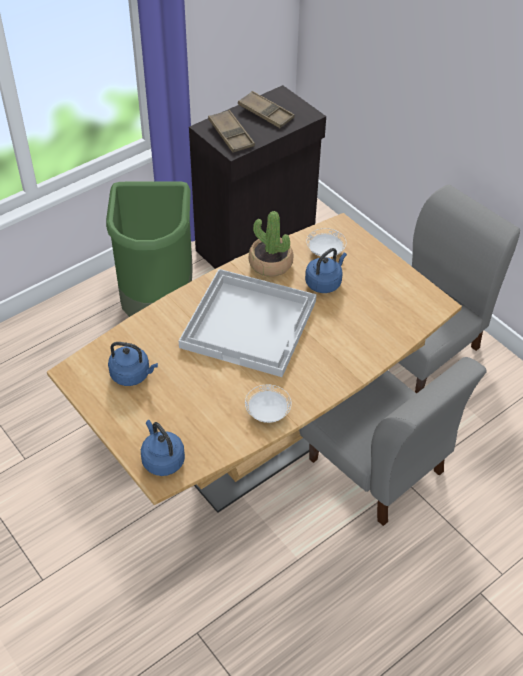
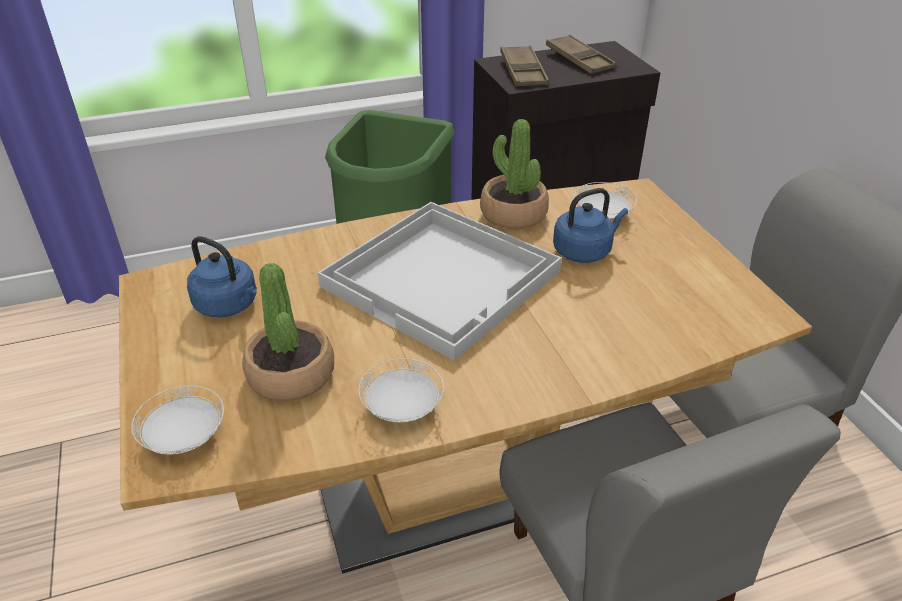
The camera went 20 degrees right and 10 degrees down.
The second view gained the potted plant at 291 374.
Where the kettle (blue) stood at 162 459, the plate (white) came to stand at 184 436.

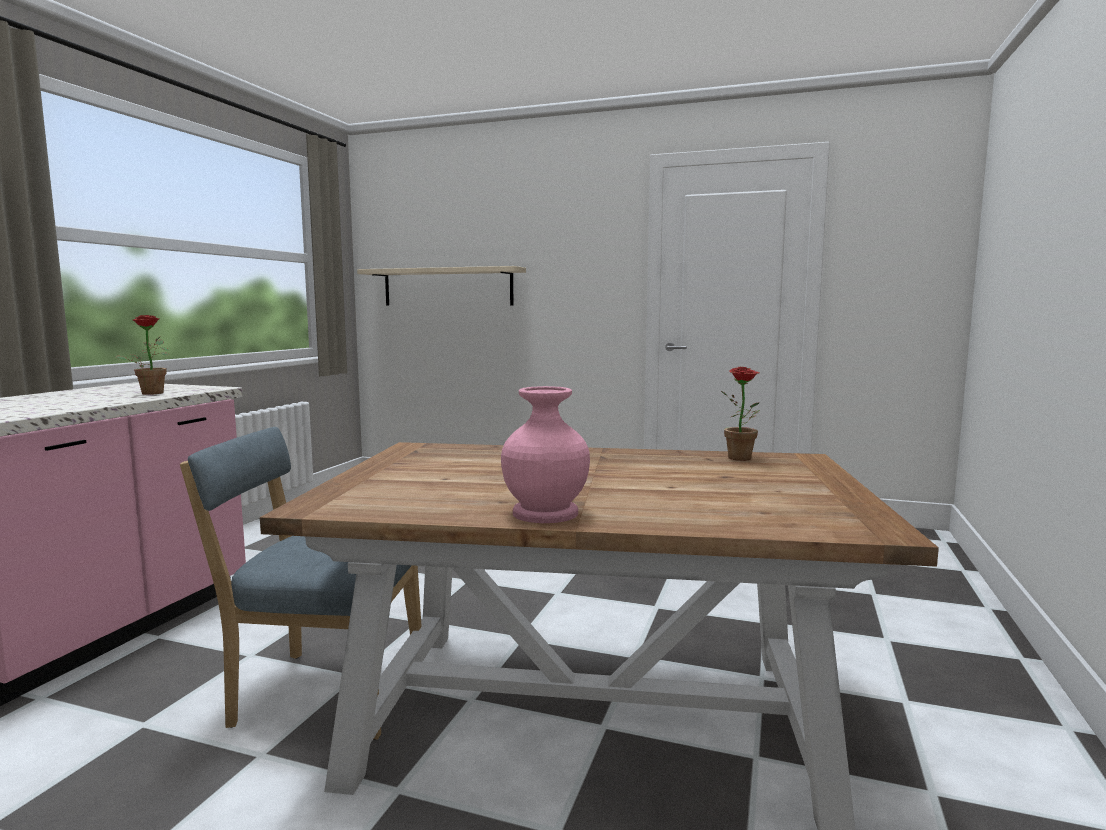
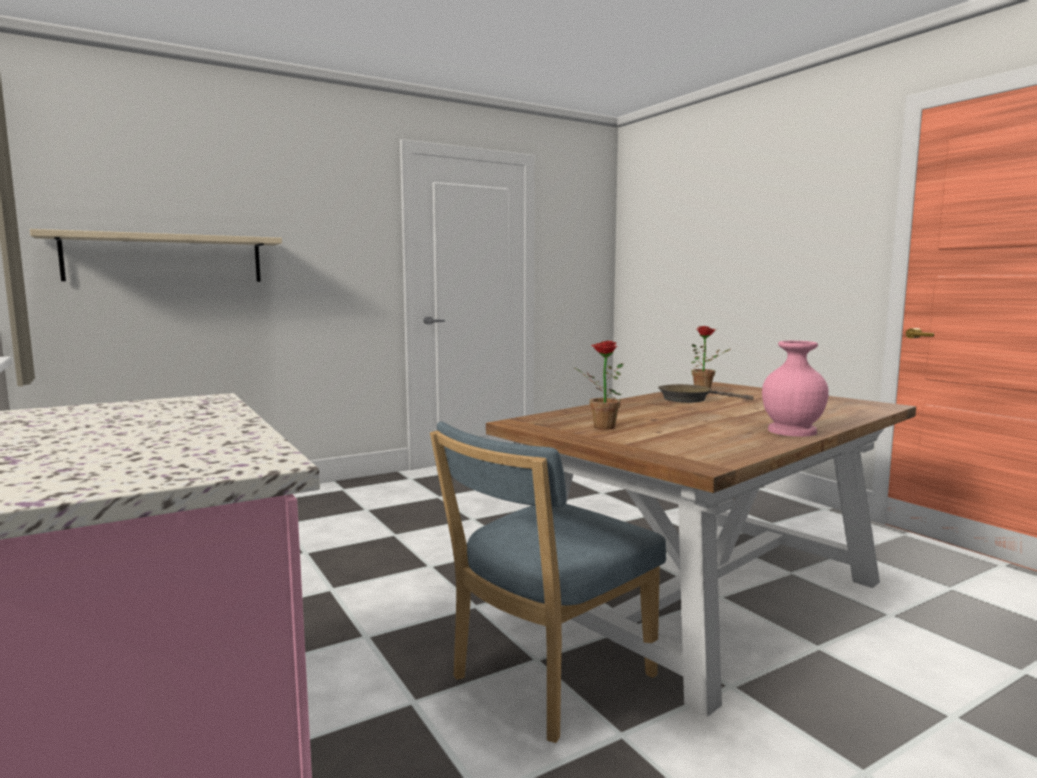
The camera went 50 degrees left and 0 degrees up.
The second view gained the frying pan (brown) at 689 399.
The potted plant ended up elsewhere, having gone from 152 392 to 599 427.

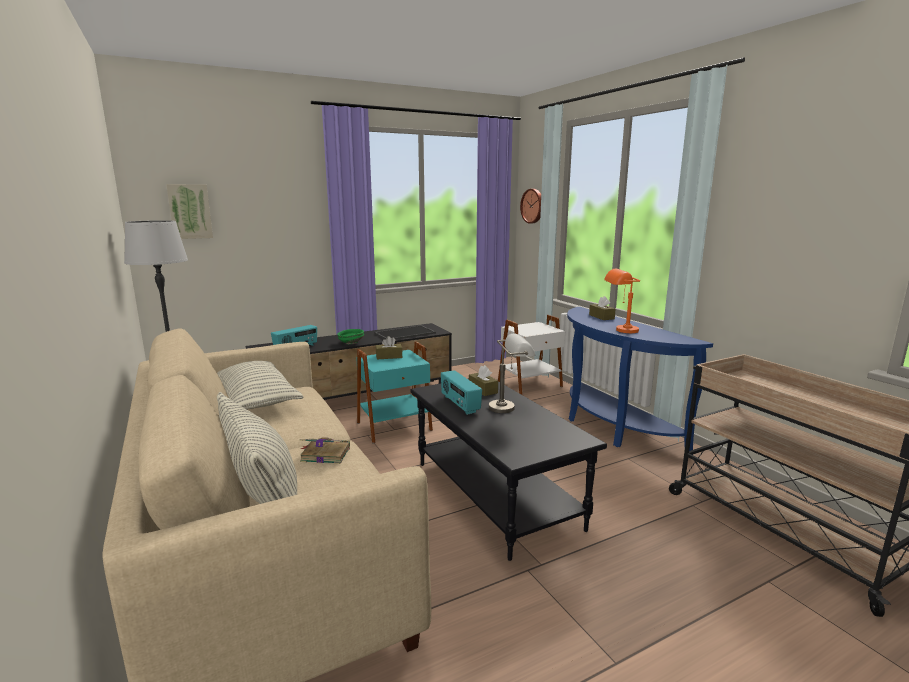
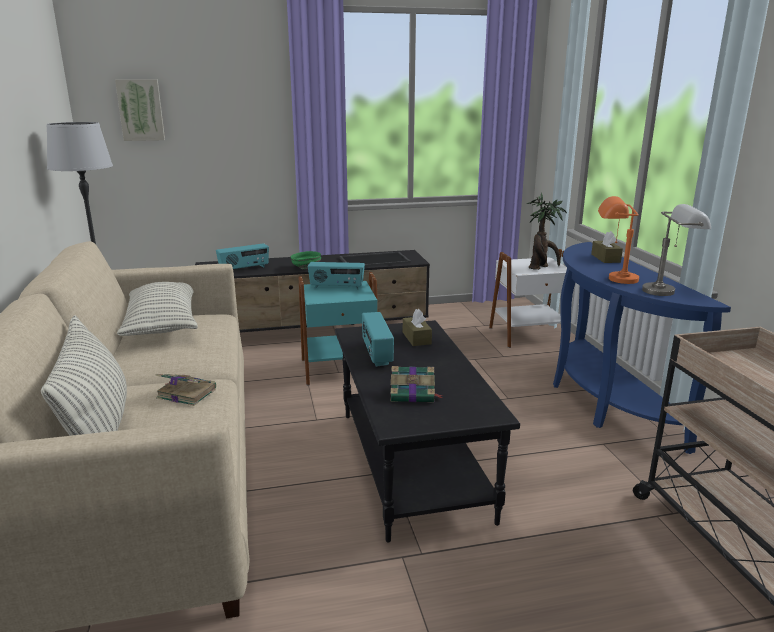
The camera went 15 degrees right and 5 degrees up.
The second view lost the wall clock at 533 206.
The second view gained the book at 413 394.
The second view gained the potted plant at 541 267.
The table lamp (grey) ended up elsewhere, having gone from 510 407 to 668 291.
Where the tissue box (brown) stood at 389 356, the radio came to stand at 336 287.

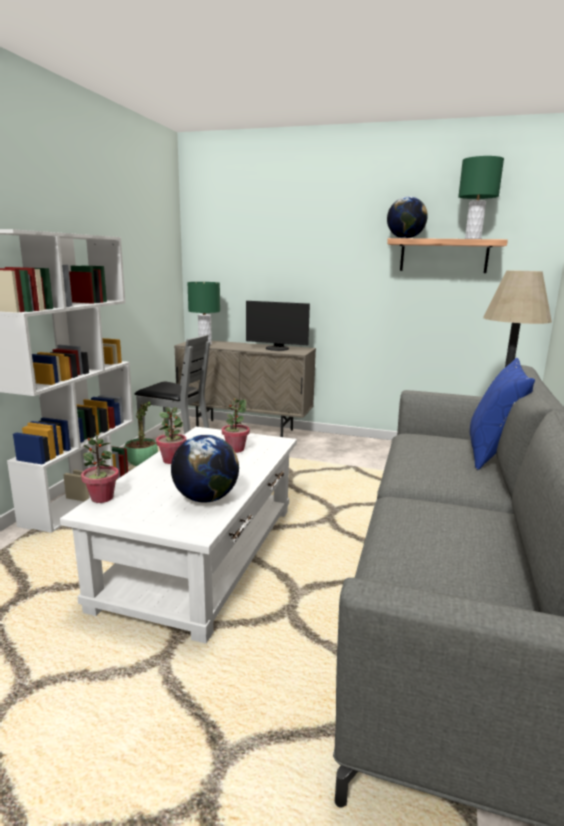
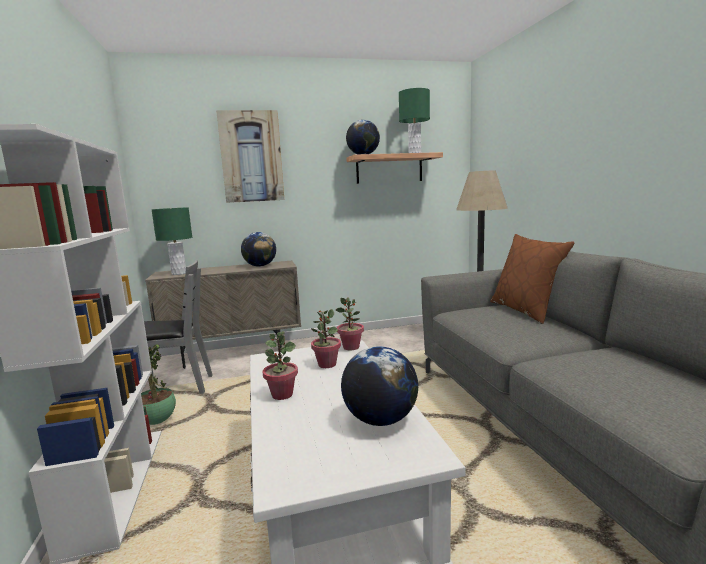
The camera went 30 degrees left and 5 degrees down.
The second view gained the picture at 251 157.
The potted plant ended up elsewhere, having gone from 102 498 to 351 347.
Where the monitor stood at 277 349, the globe came to stand at 260 266.
What was the pillow (blue) at 491 453 turned into the pillow (brown) at 526 310.

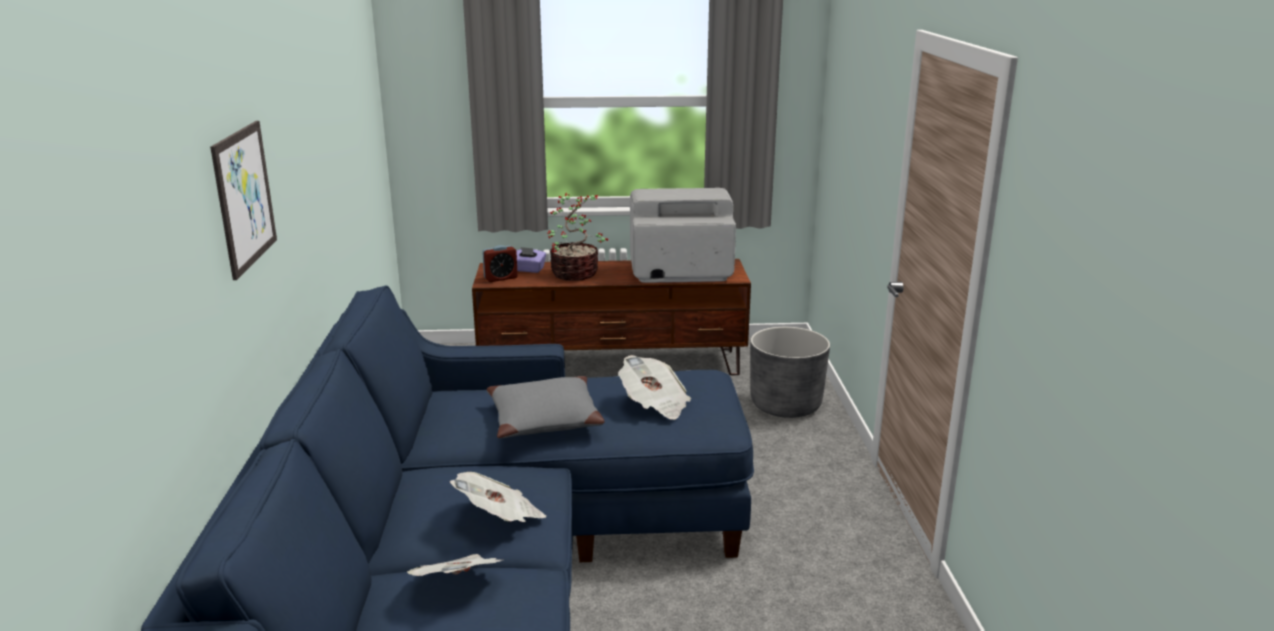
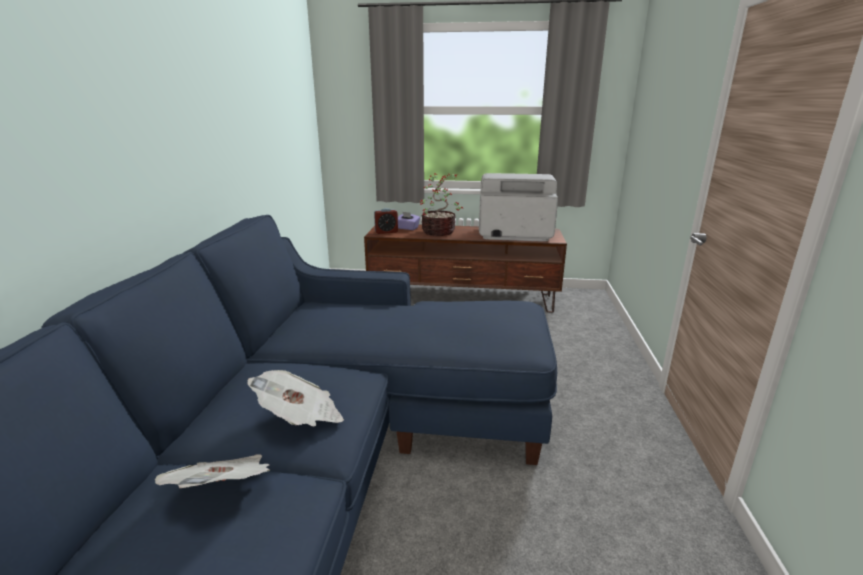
The camera went 10 degrees right and 0 degrees up.
The second view lost the picture at 244 197.
The second view lost the pillow (grey) at 545 420.
The second view lost the newspaper at 655 404.
The second view lost the planter (grey) at 786 405.

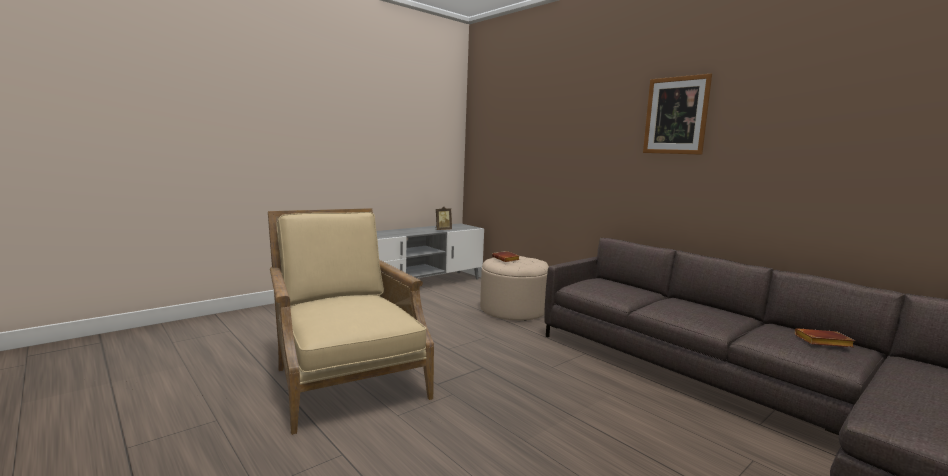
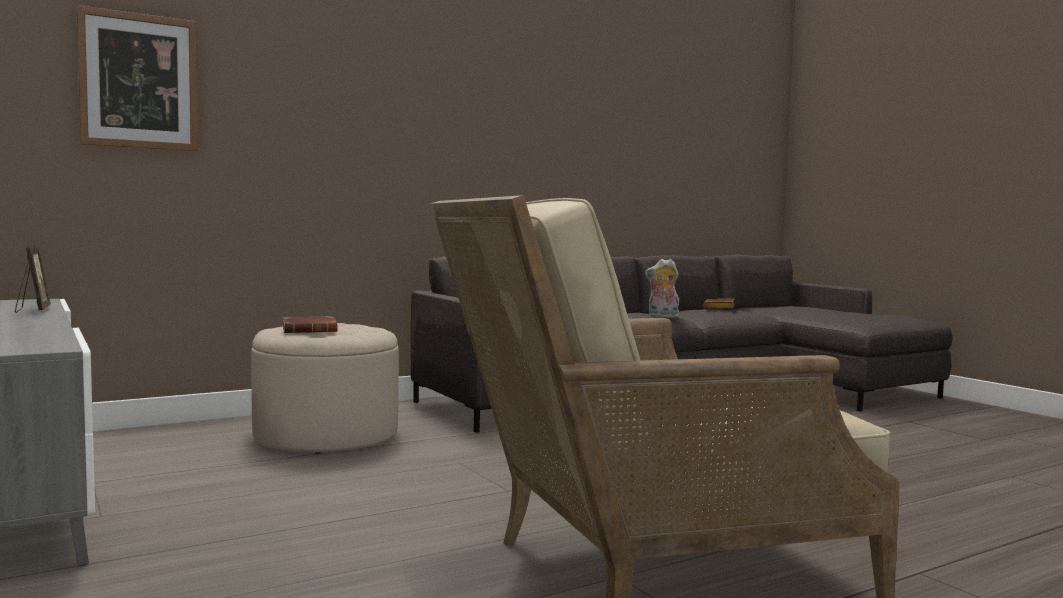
The camera went 80 degrees left and 5 degrees down.
The second view gained the plush toy at 662 317.
The picture ended up elsewhere, having gone from 676 115 to 139 81.

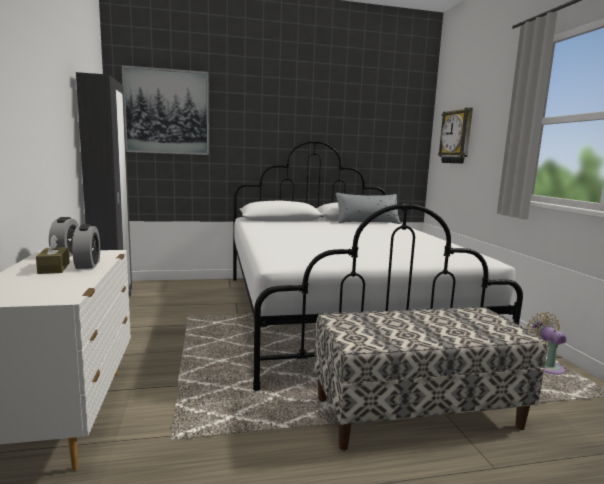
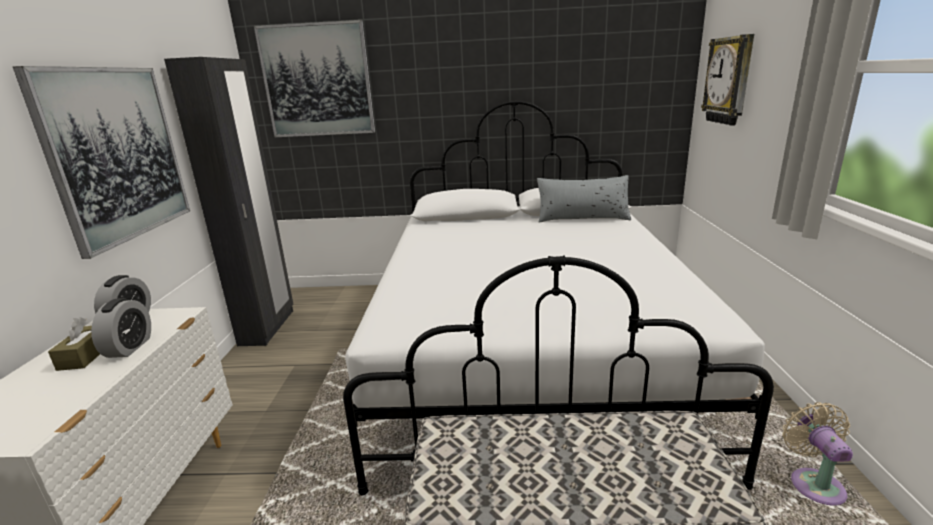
The camera went 15 degrees right and 10 degrees up.
The second view gained the picture at 116 154.

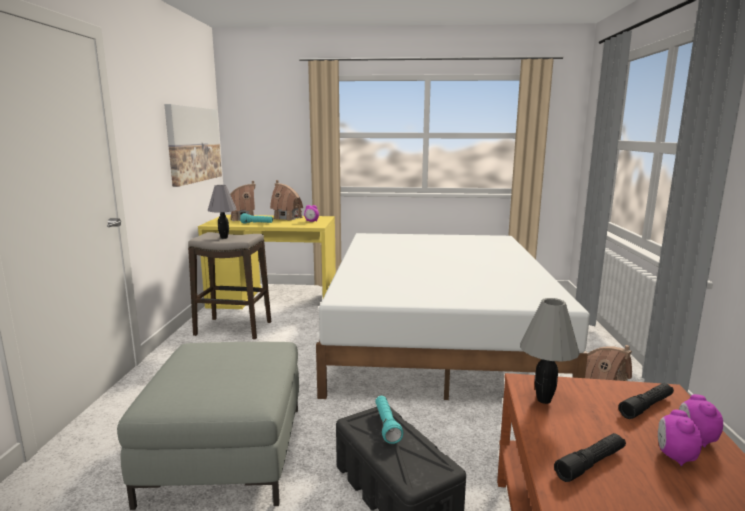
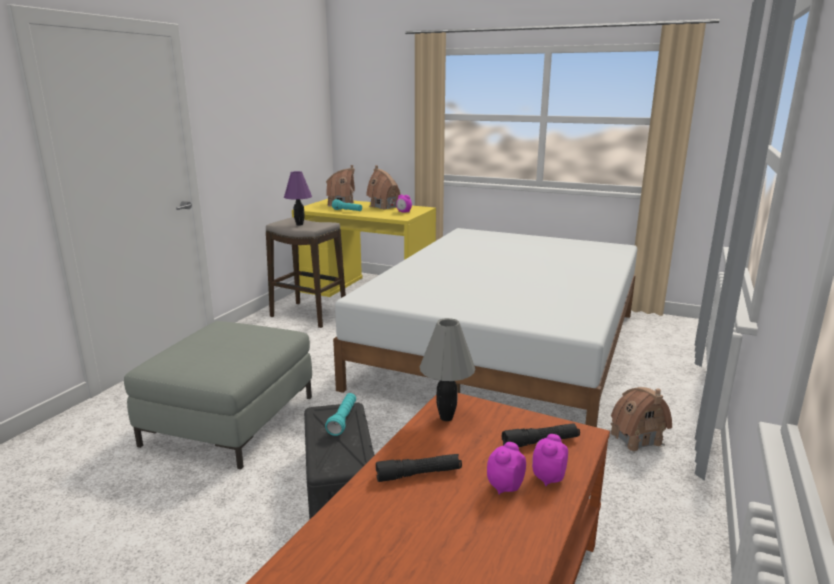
The camera went 20 degrees right and 5 degrees up.
The second view lost the picture at 193 144.
What was the table lamp (grey) at 223 238 turned into the table lamp (purple) at 299 224.

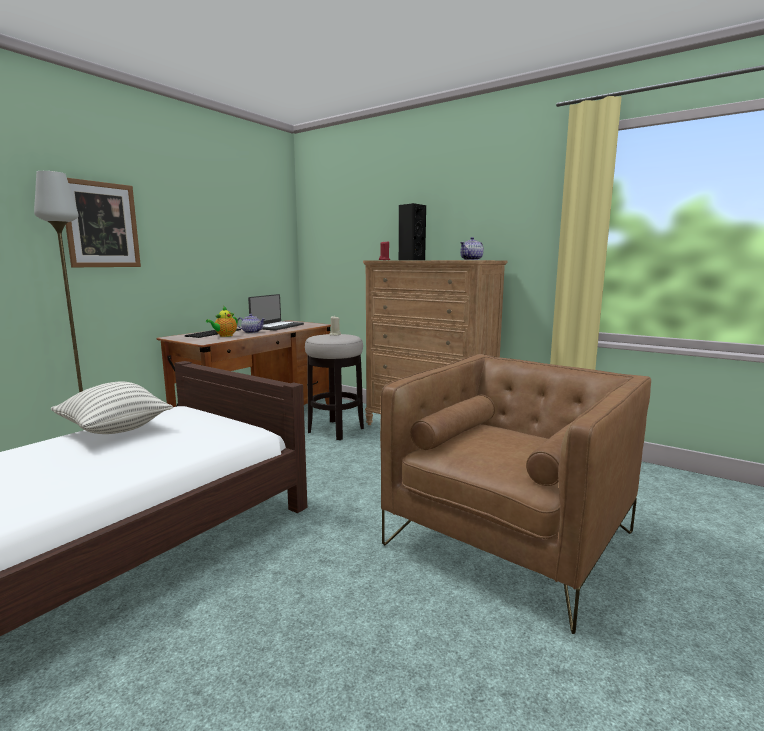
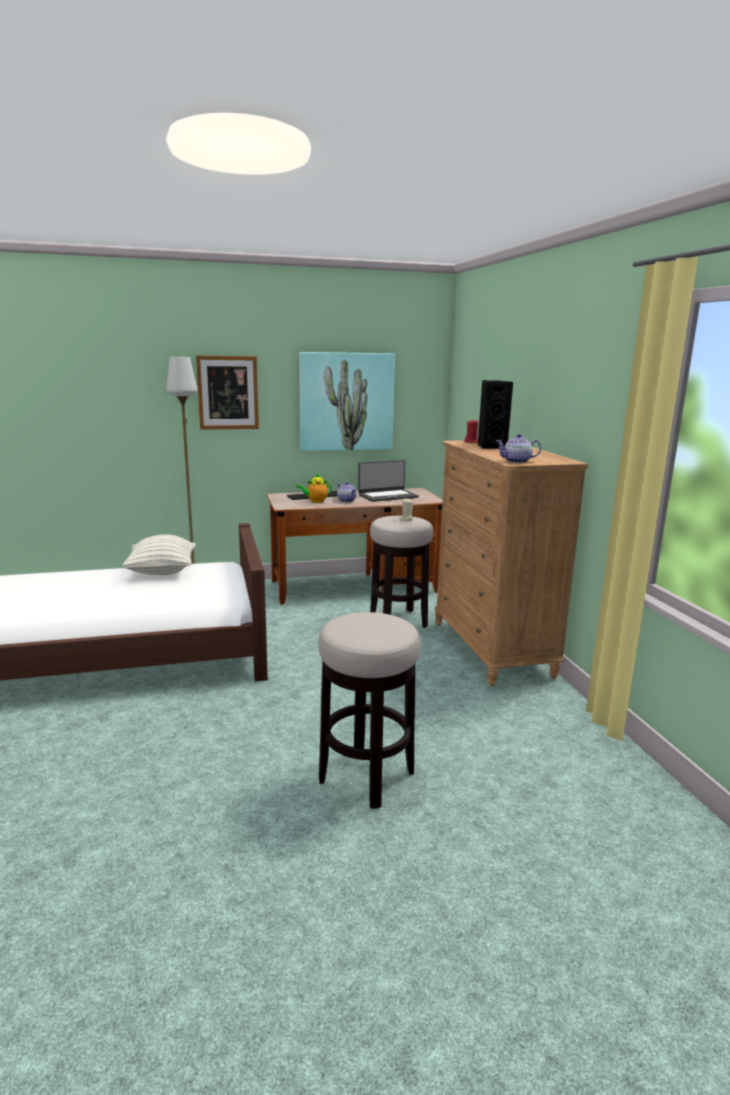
The camera went 40 degrees right and 5 degrees up.
The second view gained the picture at 346 401.
Where the armchair (brown) stood at 510 538, the stool came to stand at 366 776.

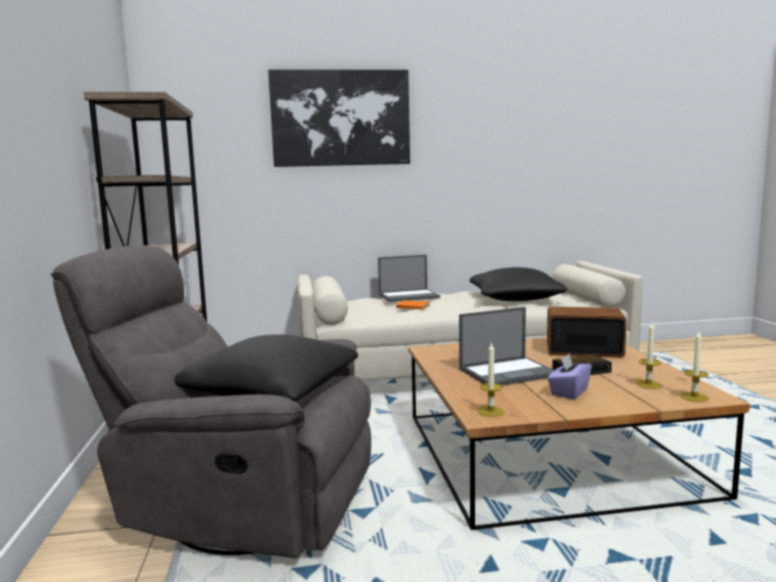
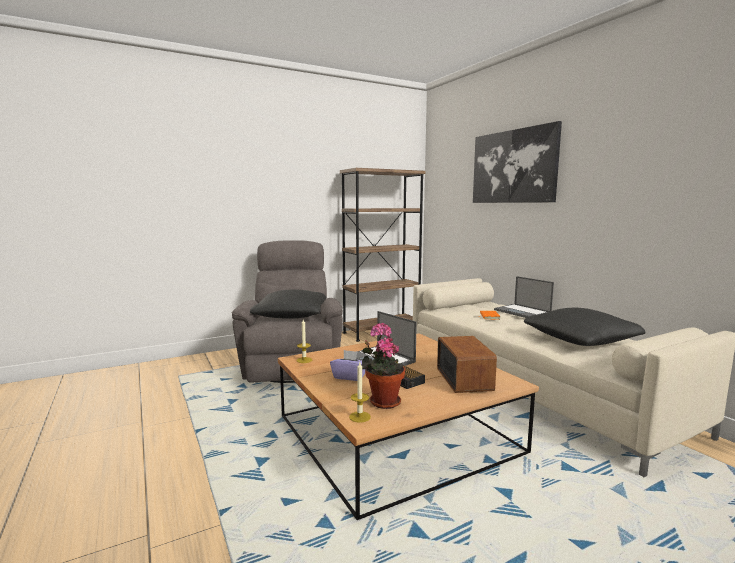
The camera went 70 degrees right and 0 degrees up.
Where the candle stood at 648 384, the potted plant came to stand at 382 401.

